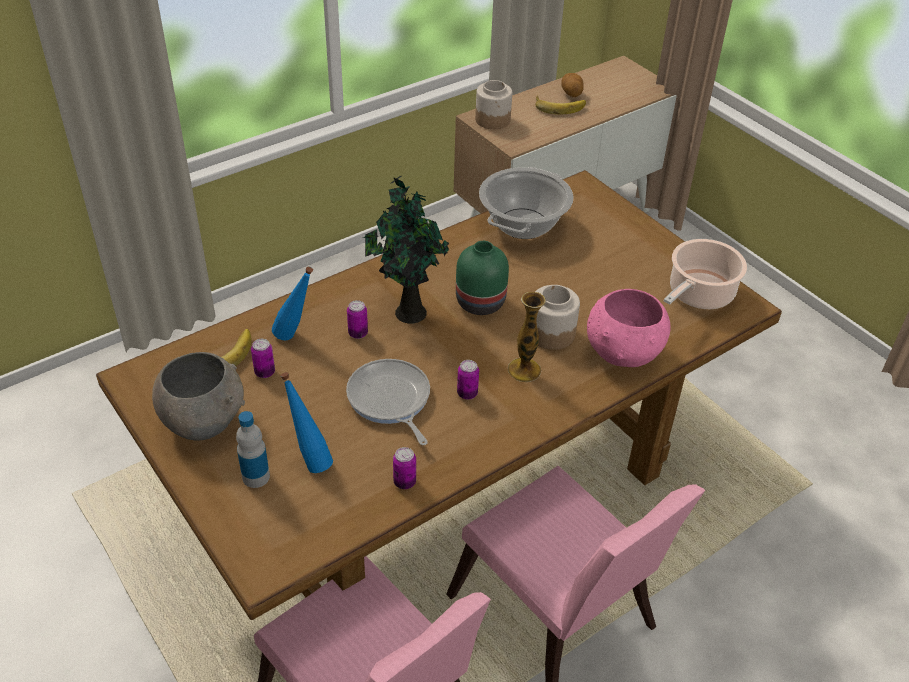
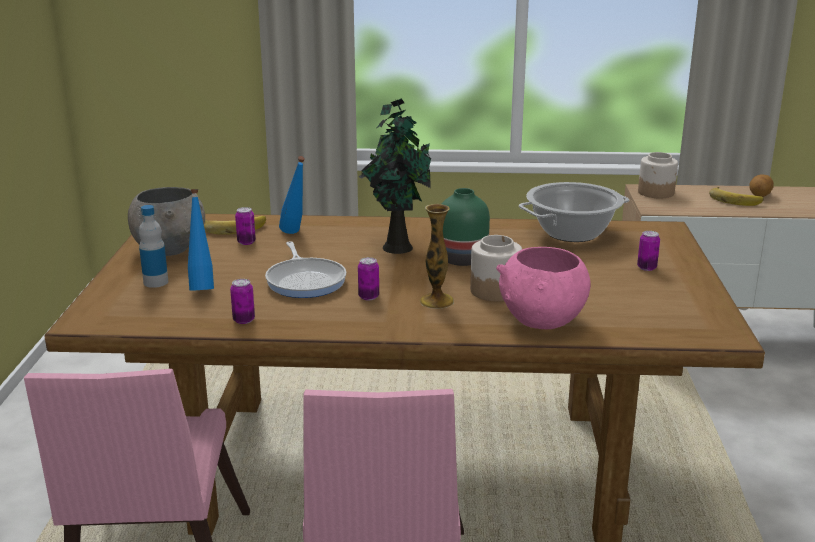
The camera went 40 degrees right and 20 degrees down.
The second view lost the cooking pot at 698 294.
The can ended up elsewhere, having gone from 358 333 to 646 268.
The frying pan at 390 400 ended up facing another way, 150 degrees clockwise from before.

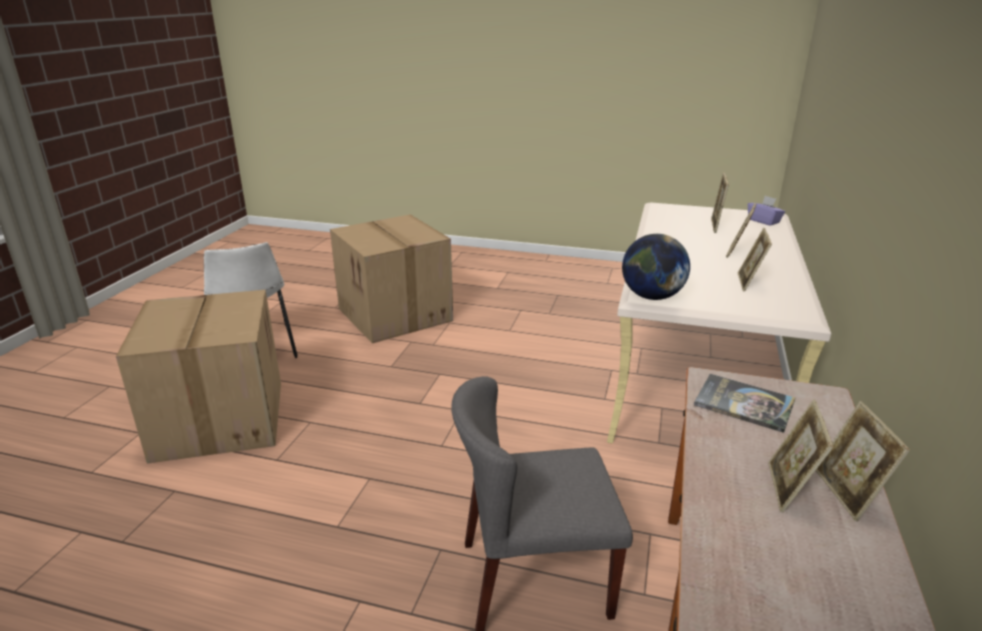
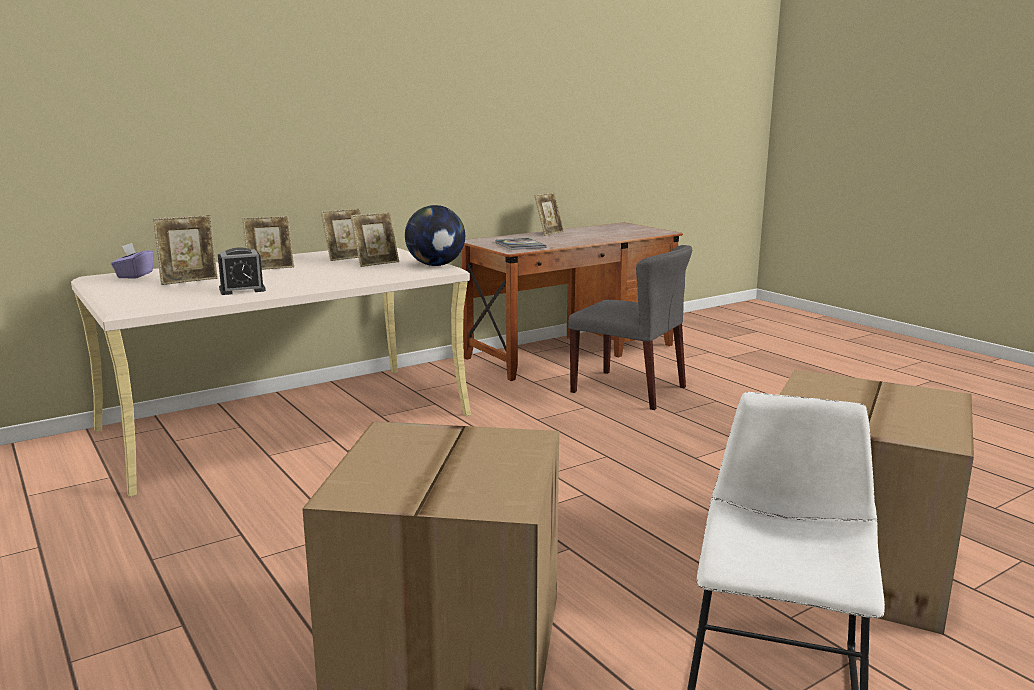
The camera went 140 degrees left and 10 degrees down.
The second view gained the alarm clock at 242 290.
The picture frame ended up elsewhere, having gone from 789 489 to 376 263.

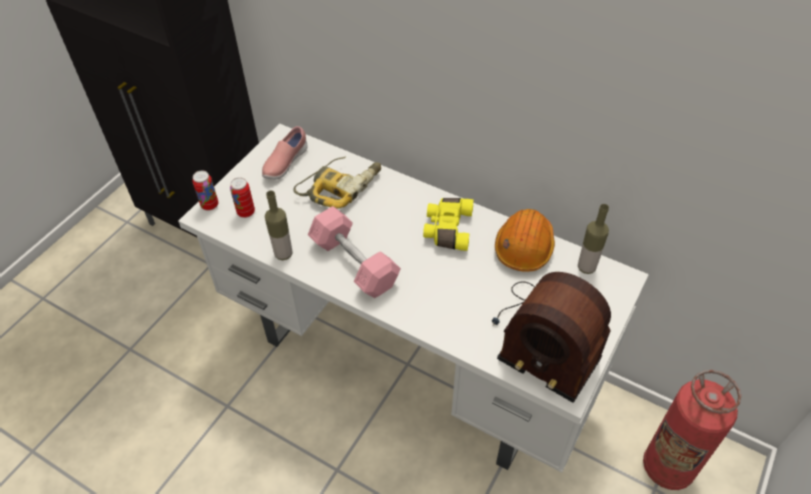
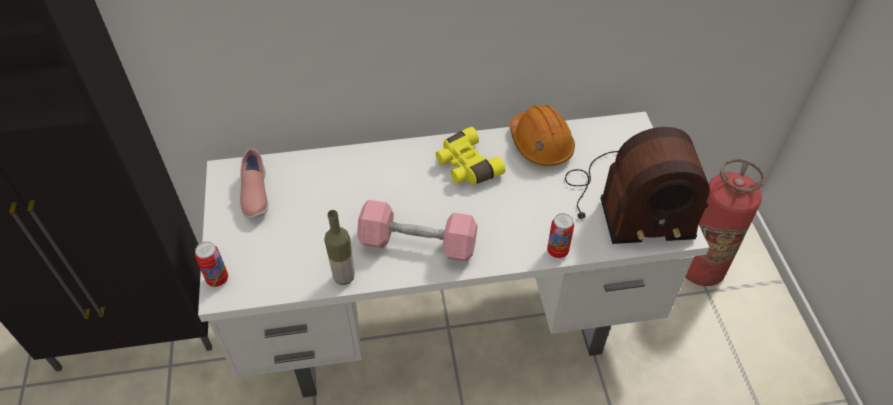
The camera went 40 degrees left and 0 degrees up.
The second view lost the power drill at 340 186.
The second view lost the bottle at 586 267.
The can ended up elsewhere, having gone from 246 212 to 557 251.

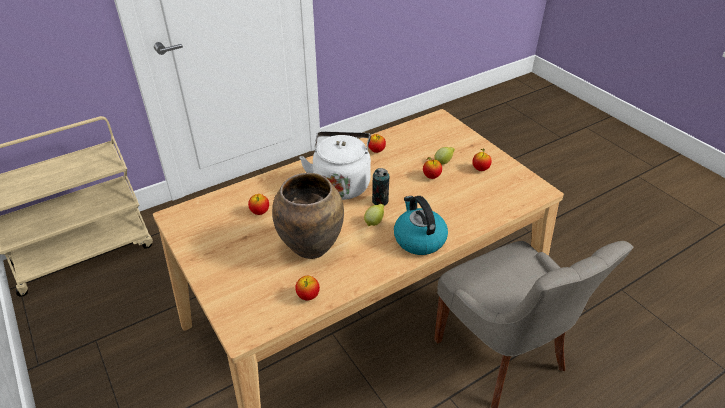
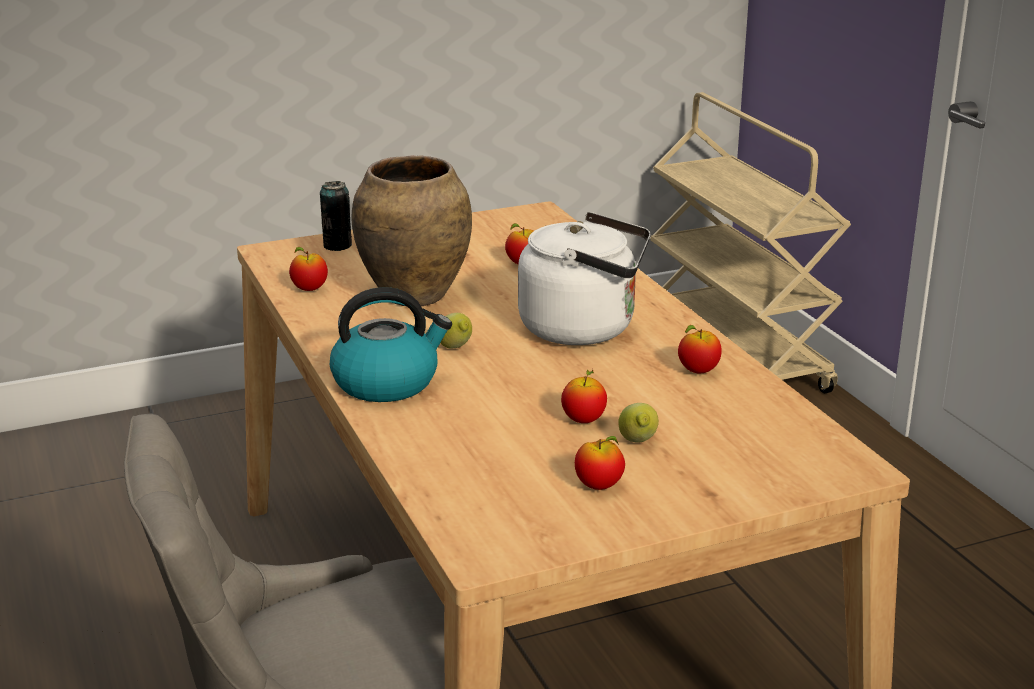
The camera went 100 degrees right and 15 degrees down.
The can ended up elsewhere, having gone from 380 201 to 337 246.

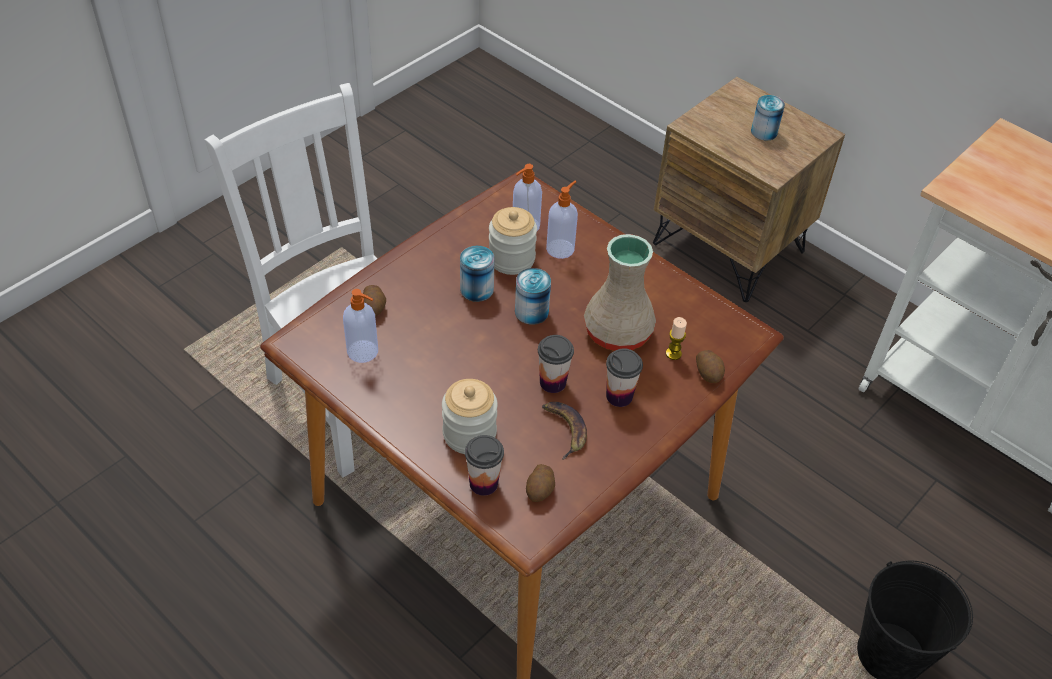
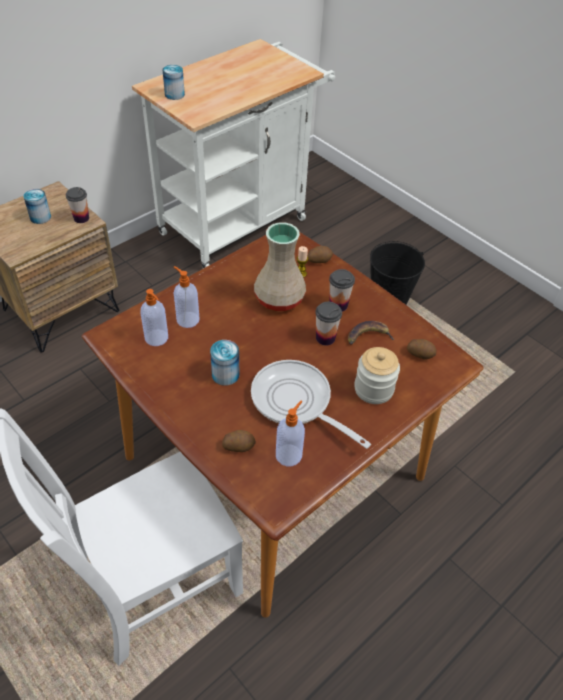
The camera went 85 degrees left and 0 degrees up.
The second view lost the jar at 511 259.
The second view gained the frying pan at 296 402.
The cup ended up elsewhere, having gone from 483 483 to 81 218.
The can ended up elsewhere, having gone from 531 312 to 174 94.

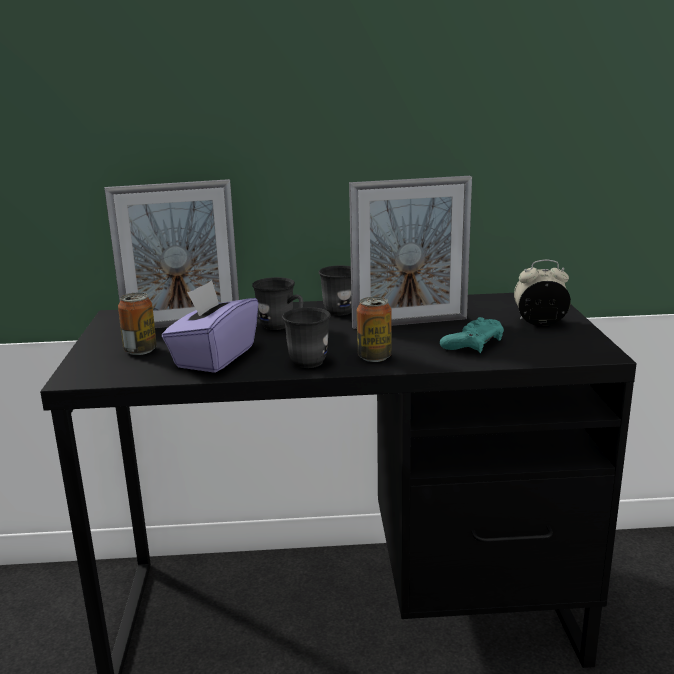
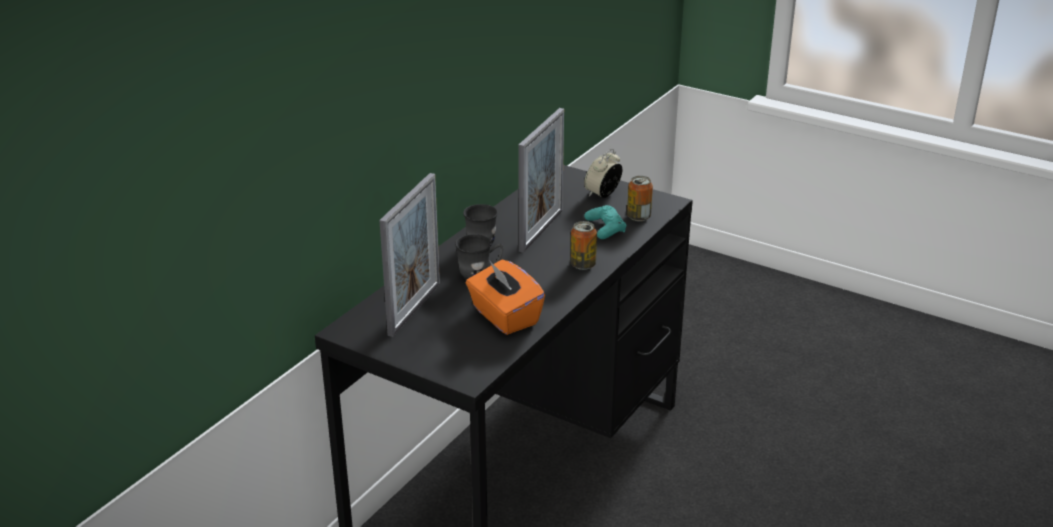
The camera went 55 degrees left and 10 degrees up.
The second view lost the mug (grey) at 310 359.
The can ended up elsewhere, having gone from 140 350 to 638 217.
What was the tissue box (purple) at 214 357 turned into the tissue box (orange) at 504 316.

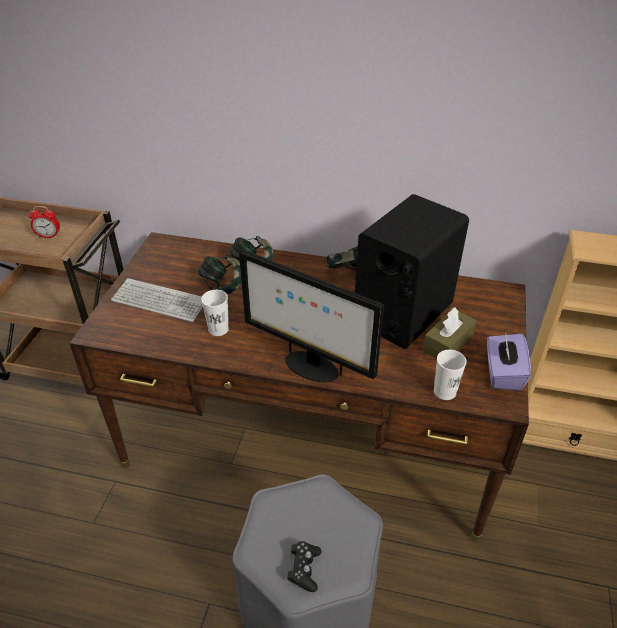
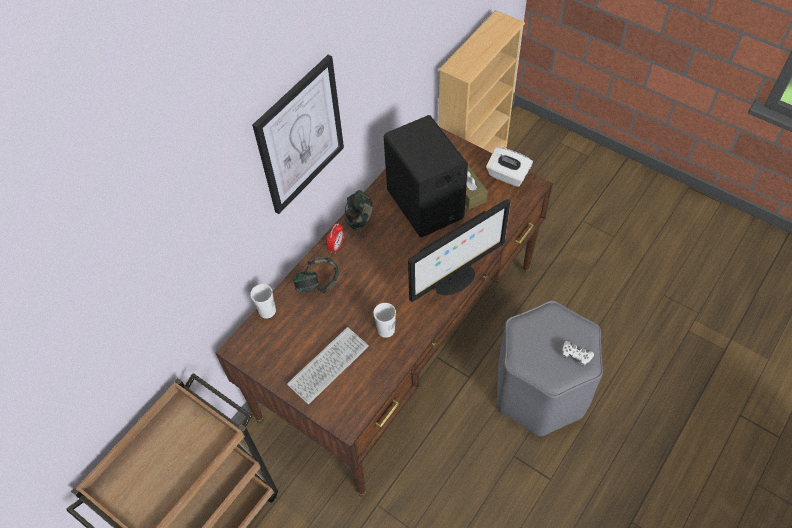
The camera went 65 degrees left and 15 degrees up.
The second view lost the headphones at 222 287.
The second view gained the picture at 300 136.
The alarm clock ended up elsewhere, having gone from 49 236 to 336 246.
The cup (white) ended up elsewhere, having gone from 444 391 to 267 311.
What was the game controller (black) at 304 569 turned into the game controller (white) at 575 355.
What was the tissue box (purple) at 502 373 turned into the tissue box (white) at 507 176.

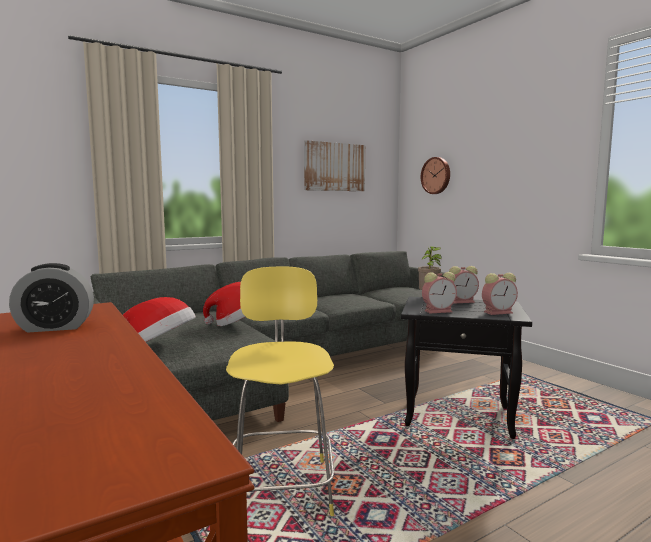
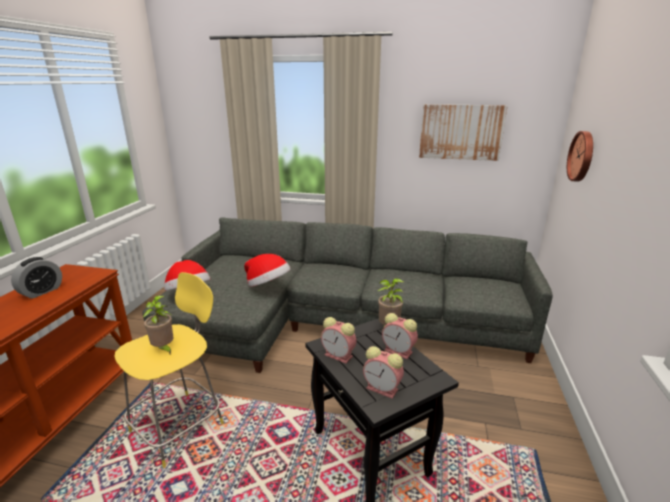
The camera went 45 degrees right and 15 degrees up.
The second view gained the potted plant at 164 349.
The alarm clock at 55 327 ended up facing another way, 90 degrees counterclockwise from before.

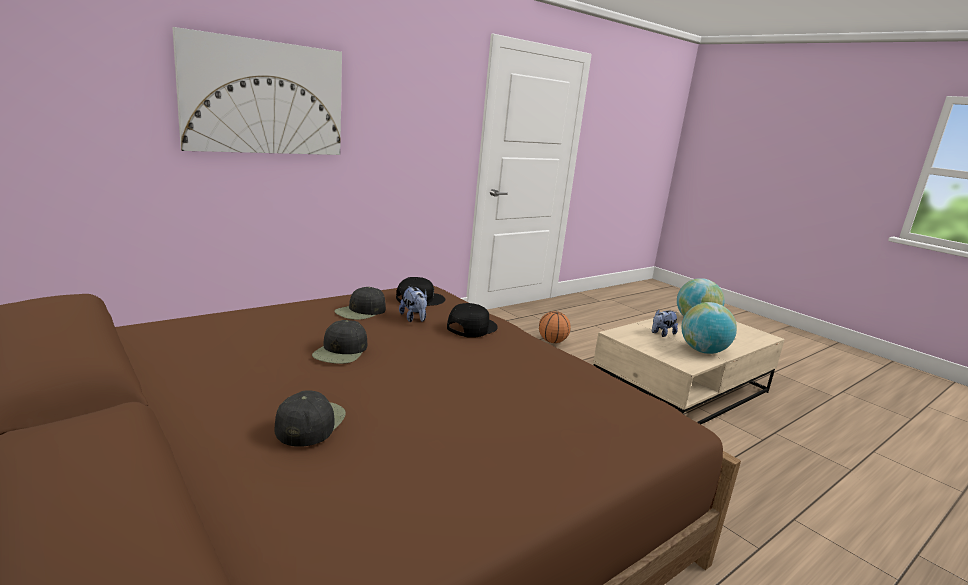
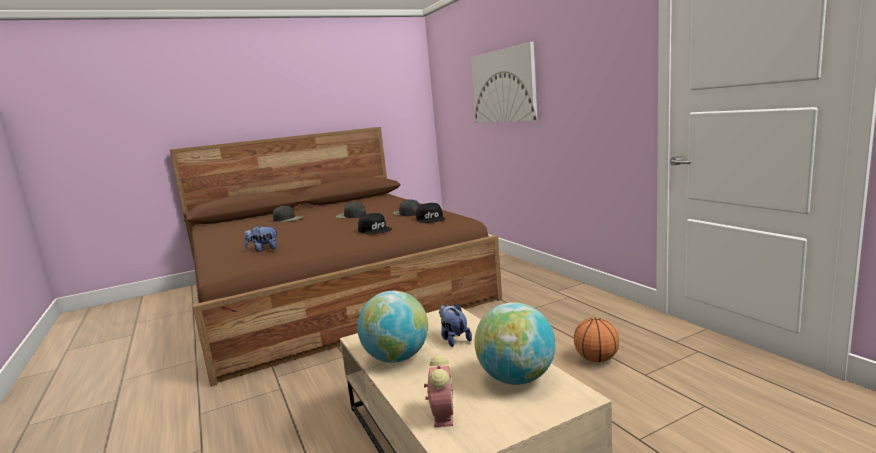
The camera went 105 degrees right and 5 degrees down.
The second view gained the alarm clock at 442 414.
The plush toy ended up elsewhere, having gone from 414 319 to 263 250.

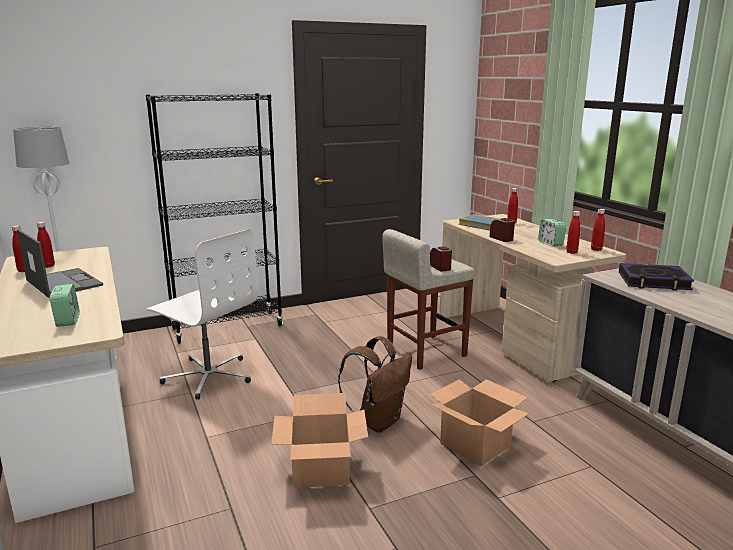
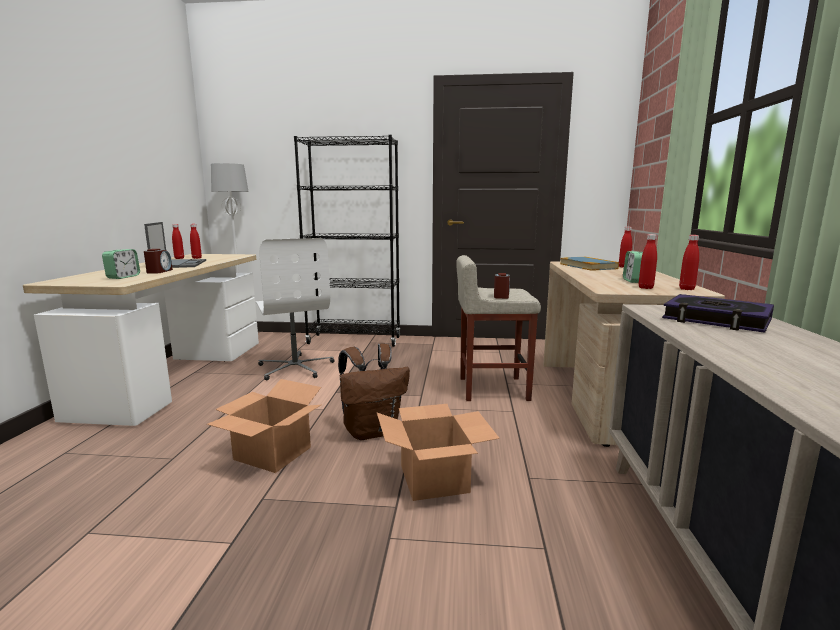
The camera went 30 degrees right and 5 degrees down.
The alarm clock ended up elsewhere, having gone from 502 238 to 159 271.

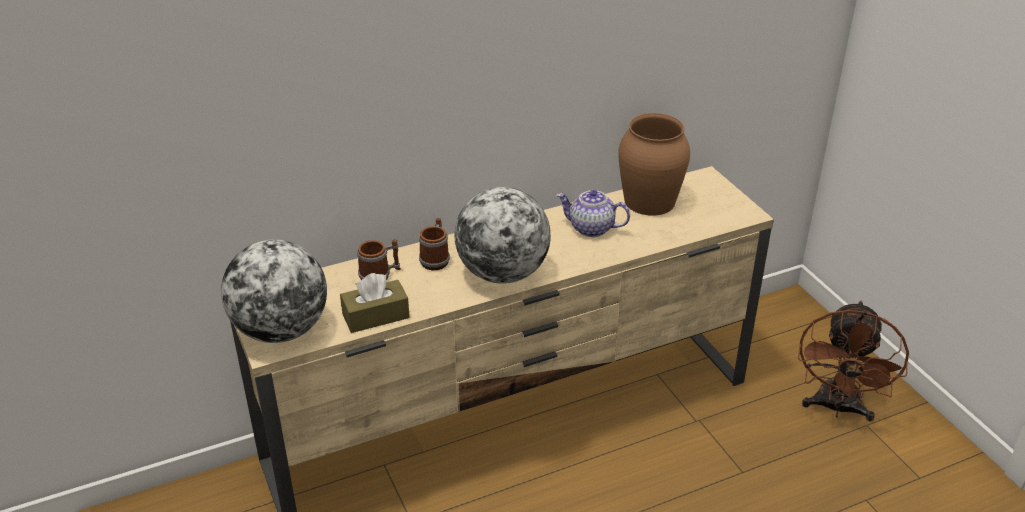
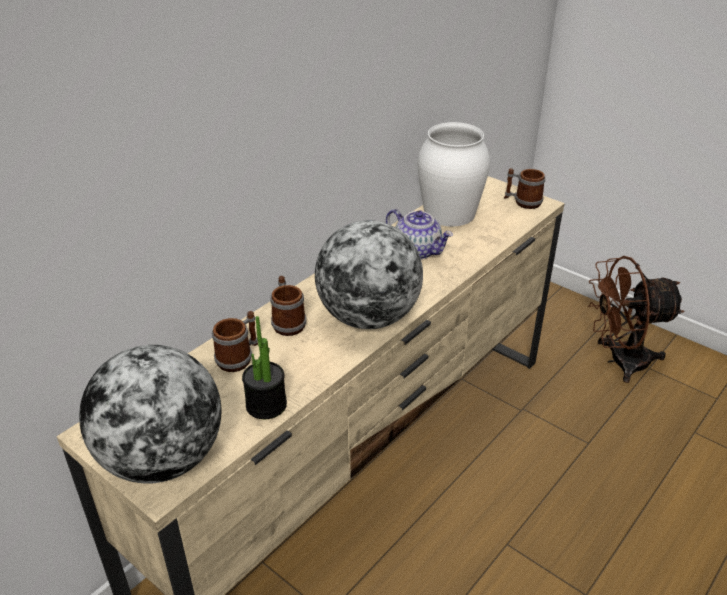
The camera went 25 degrees left and 0 degrees up.
The second view gained the mug at 522 202.
Where the tissue box (brown) stood at 376 316, the potted plant came to stand at 266 405.
What was the vase (brown) at 649 201 turned into the vase (white) at 449 213.
The teapot at 591 228 ended up facing another way, 135 degrees counterclockwise from before.
The fan (brown) at 837 408 ended up facing another way, 90 degrees clockwise from before.

